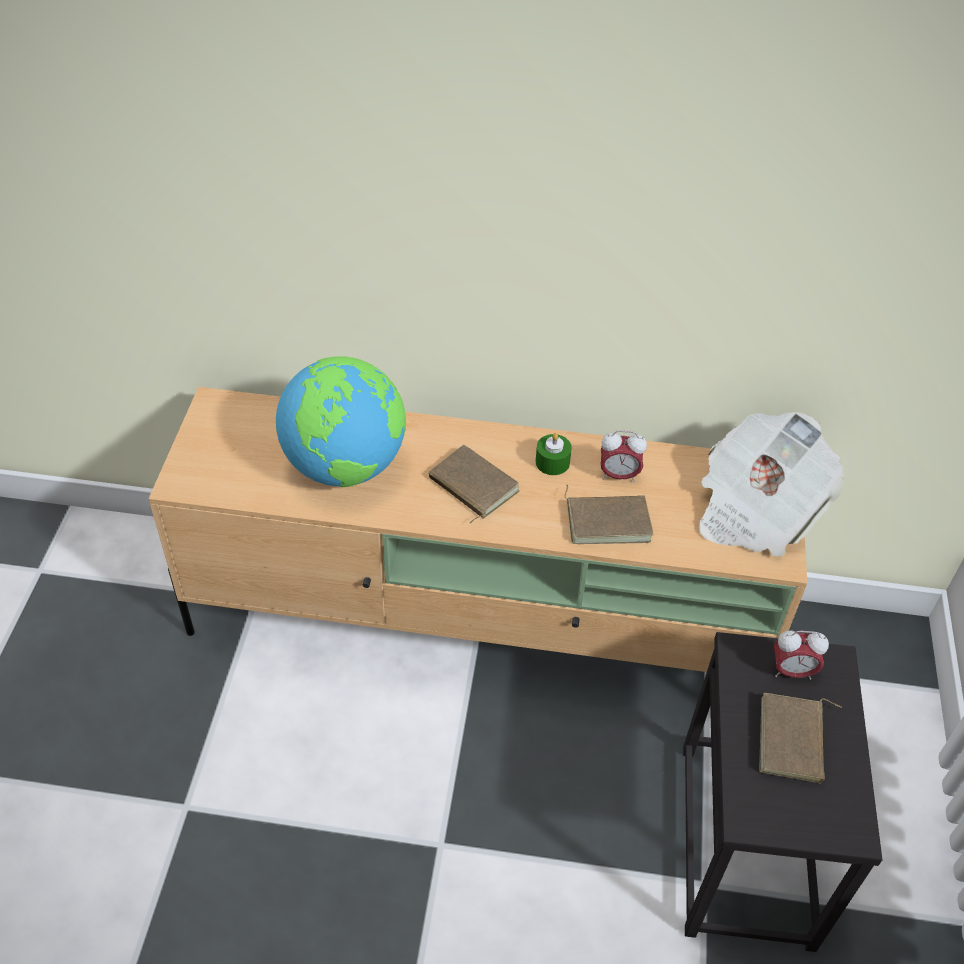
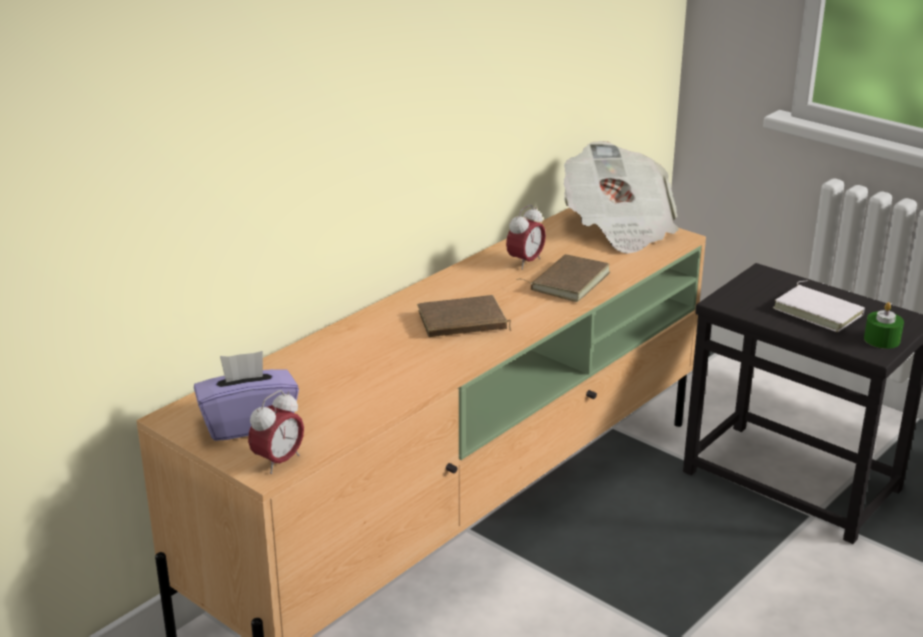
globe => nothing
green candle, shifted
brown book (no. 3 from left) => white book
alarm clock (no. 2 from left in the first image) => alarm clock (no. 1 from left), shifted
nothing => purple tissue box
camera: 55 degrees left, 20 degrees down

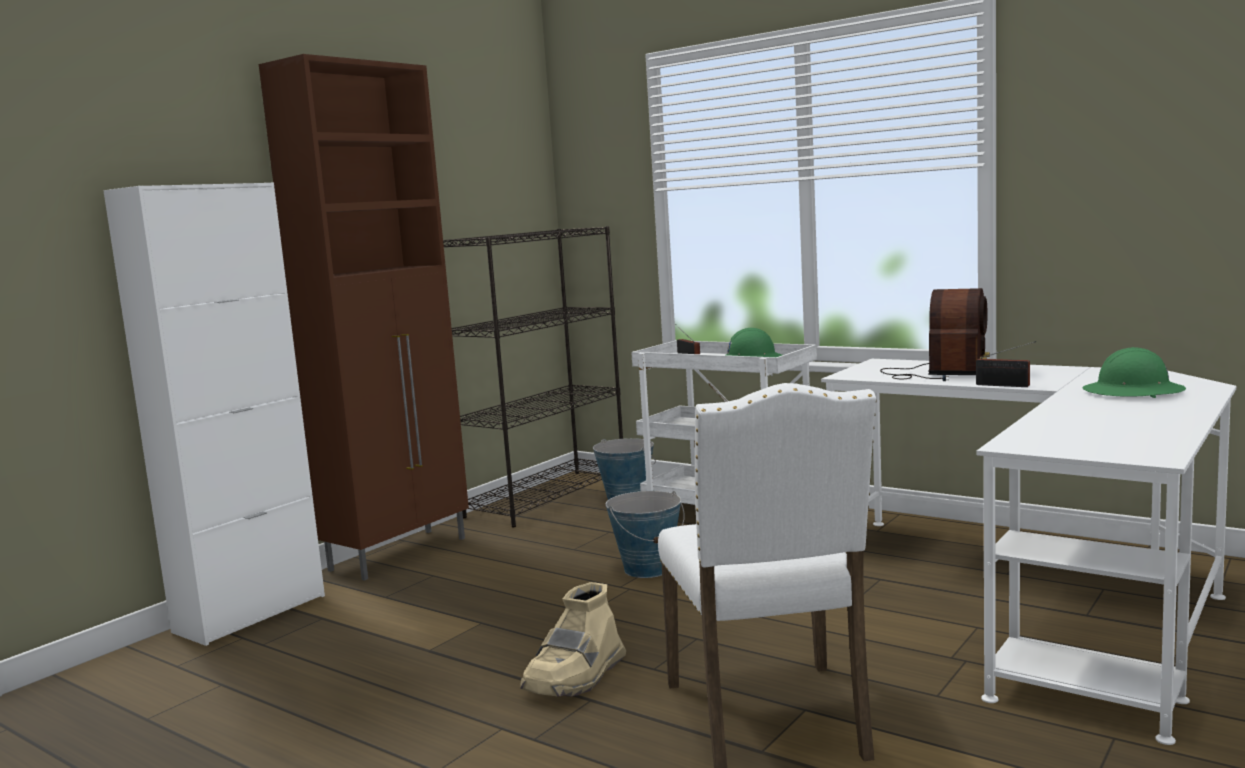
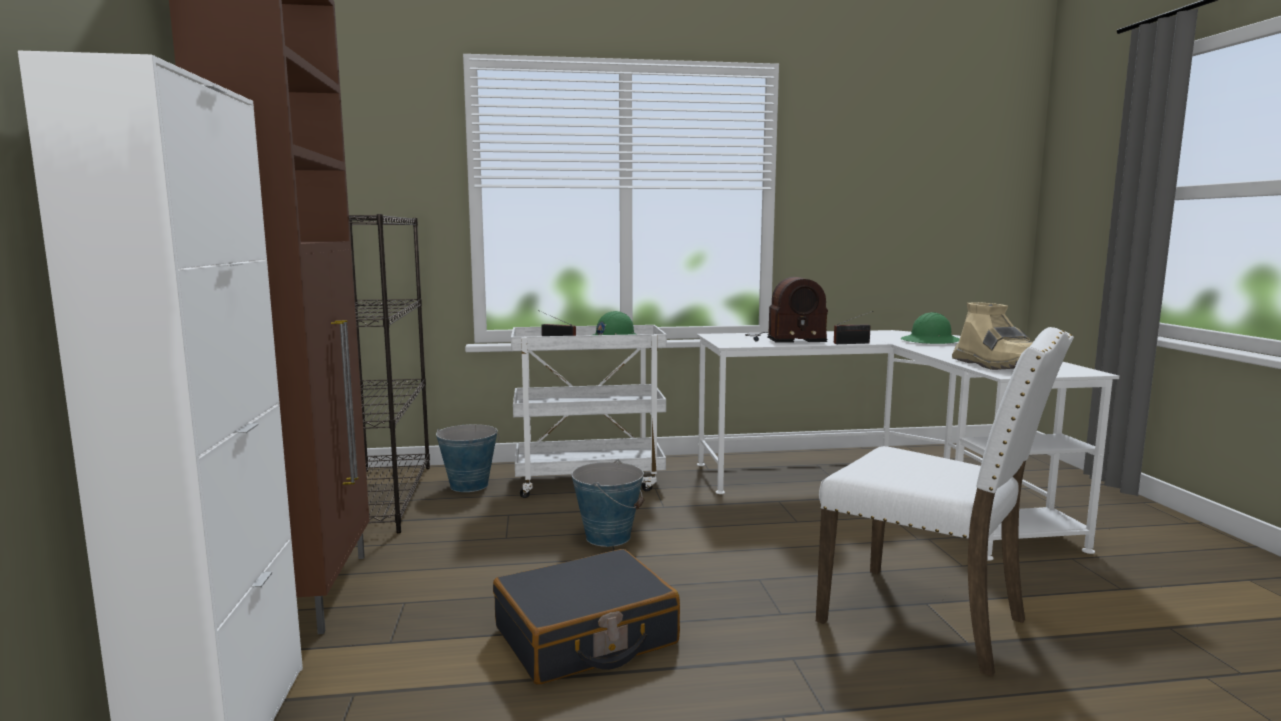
beige boot, shifted
radio (no. 2 from left), 105 degrees clockwise
nothing => black suitcase
camera: 45 degrees left, 0 degrees up

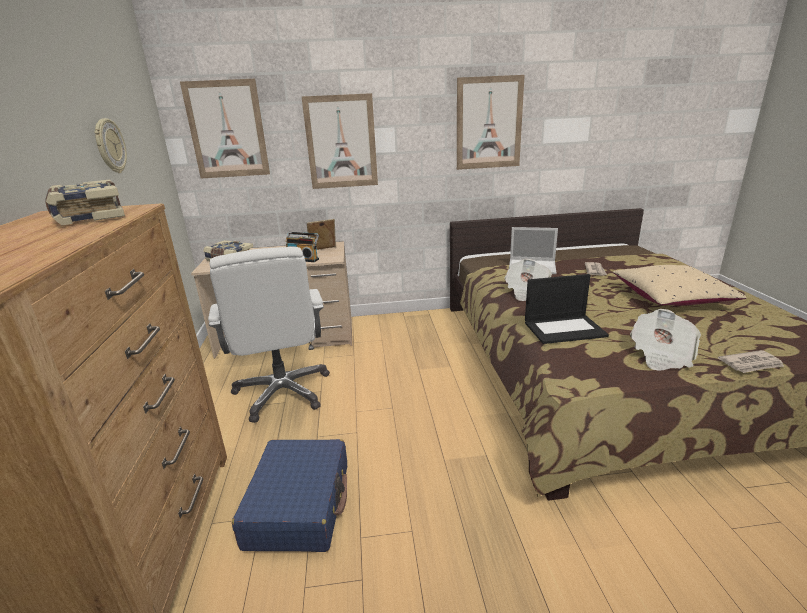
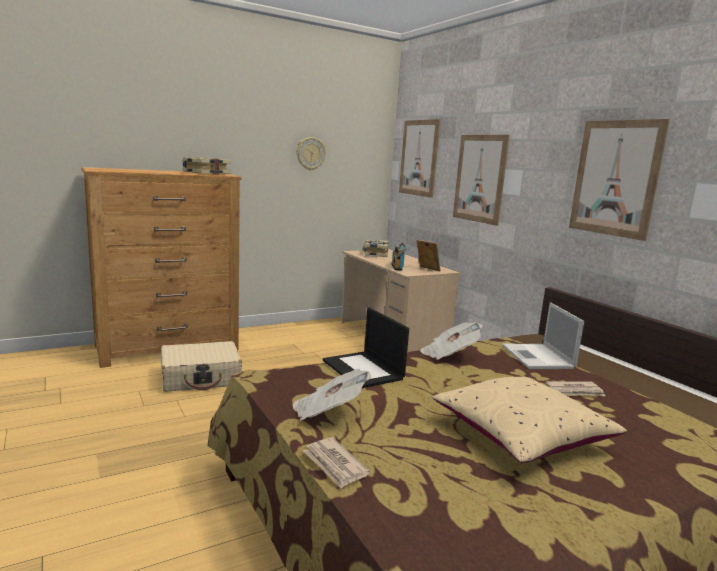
white office chair => nothing
blue suitcase => beige suitcase
camera: 65 degrees right, 10 degrees down

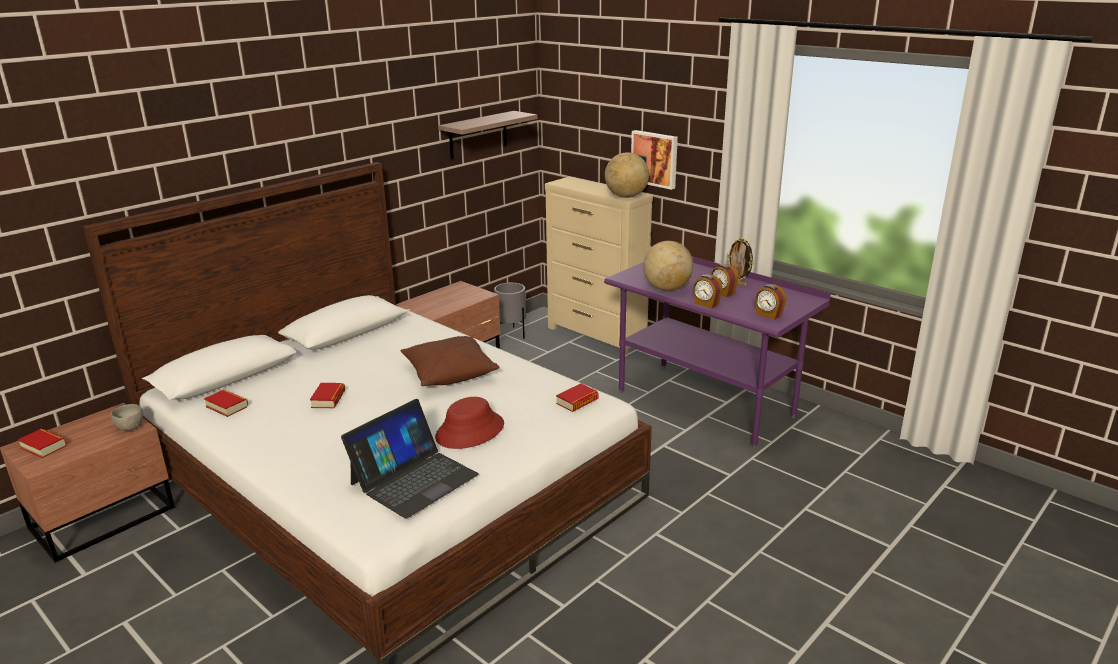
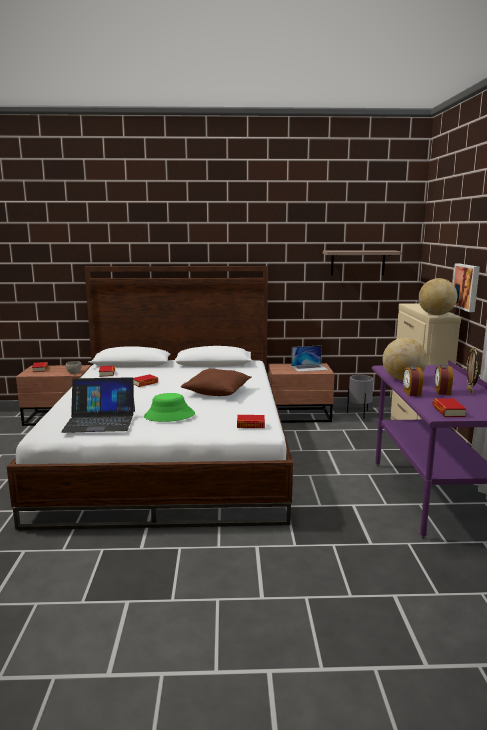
red hat => green hat
alarm clock (no. 3 from left) => book (no. 5 from left)
nothing => laptop (no. 2 from left)
camera: 45 degrees right, 10 degrees down

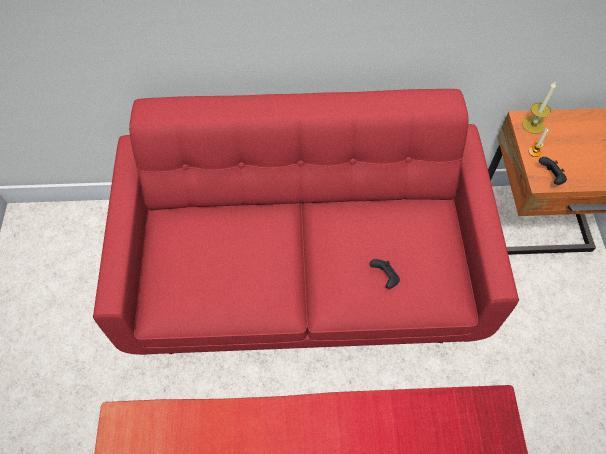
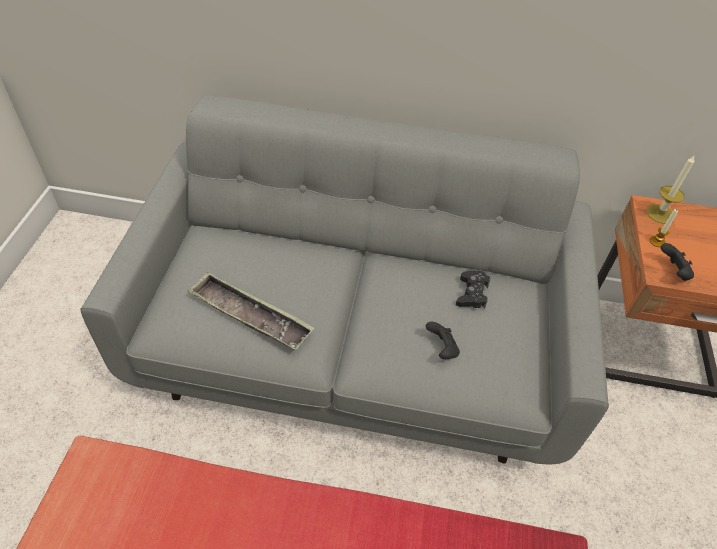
red sofa => grey sofa
nothing => tray
nothing => black game controller (no. 2 from left)
camera: 10 degrees right, 10 degrees down

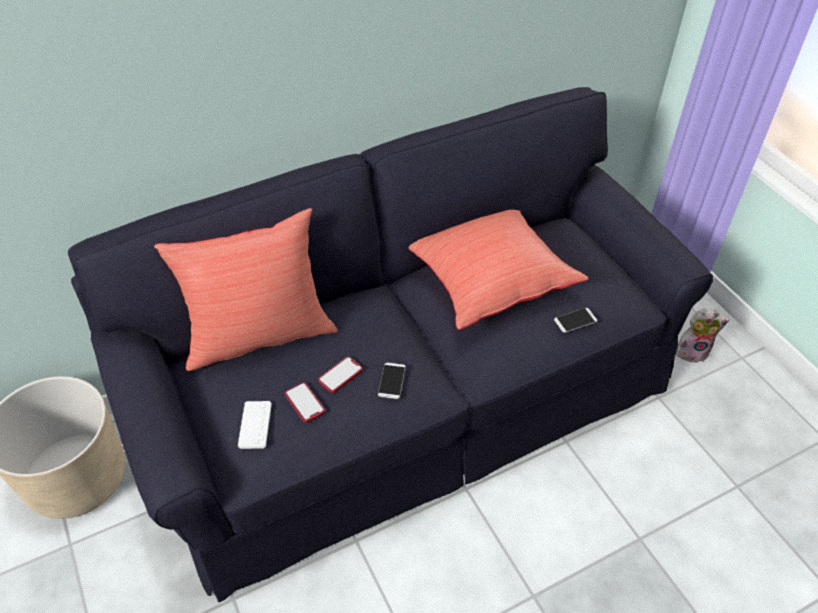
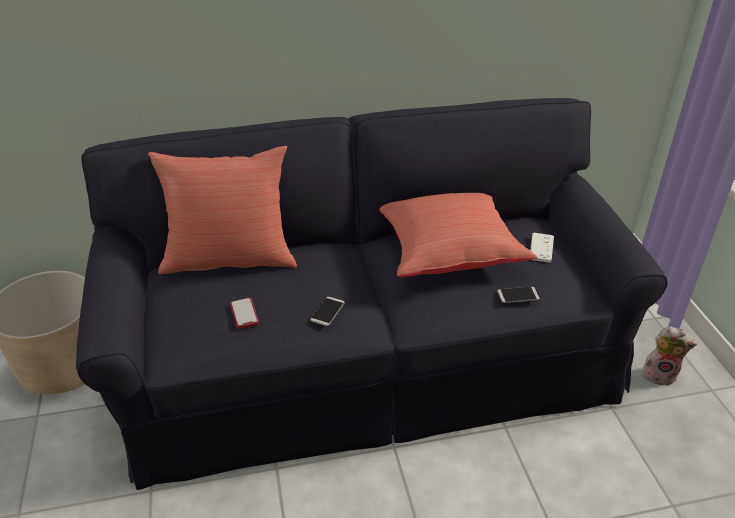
white game controller, shifted
phone (no. 2 from left) => nothing
camera: 15 degrees right, 10 degrees down

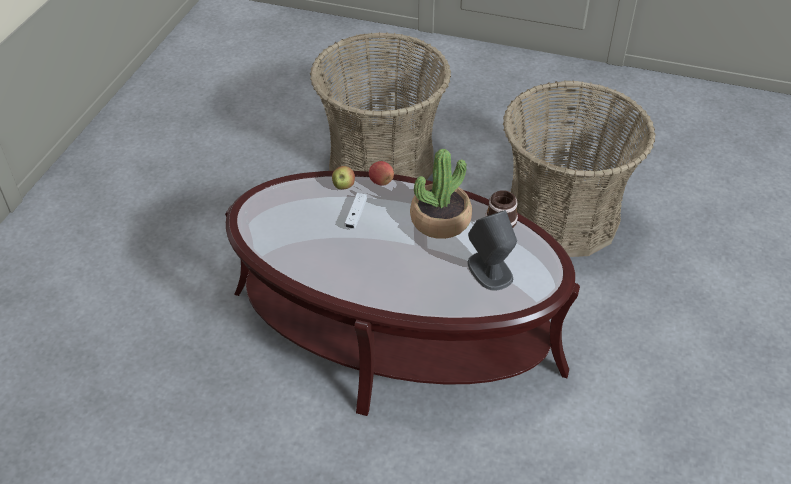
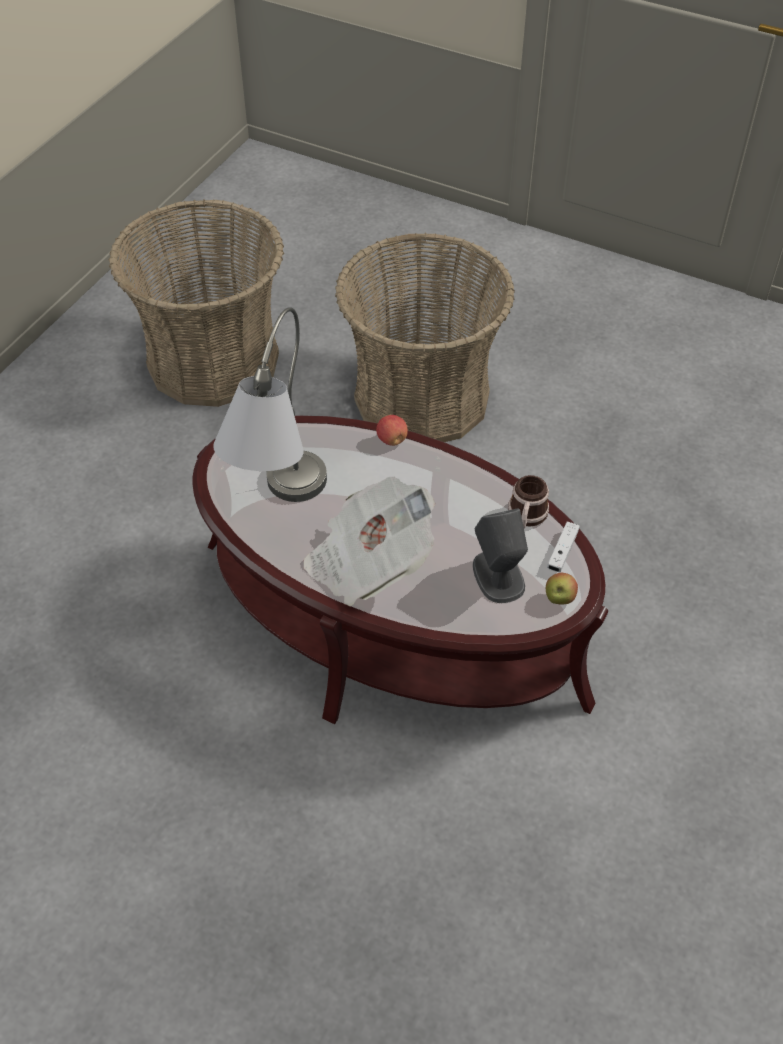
apple (no. 1 from left in the first image) => apple (no. 2 from left), shifted
white game controller, shifted
potted plant => nothing
basket (no. 2 from left in the first image) => basket (no. 1 from left), shifted
nothing => grey table lamp
nothing => newspaper
camera: 10 degrees right, 5 degrees up

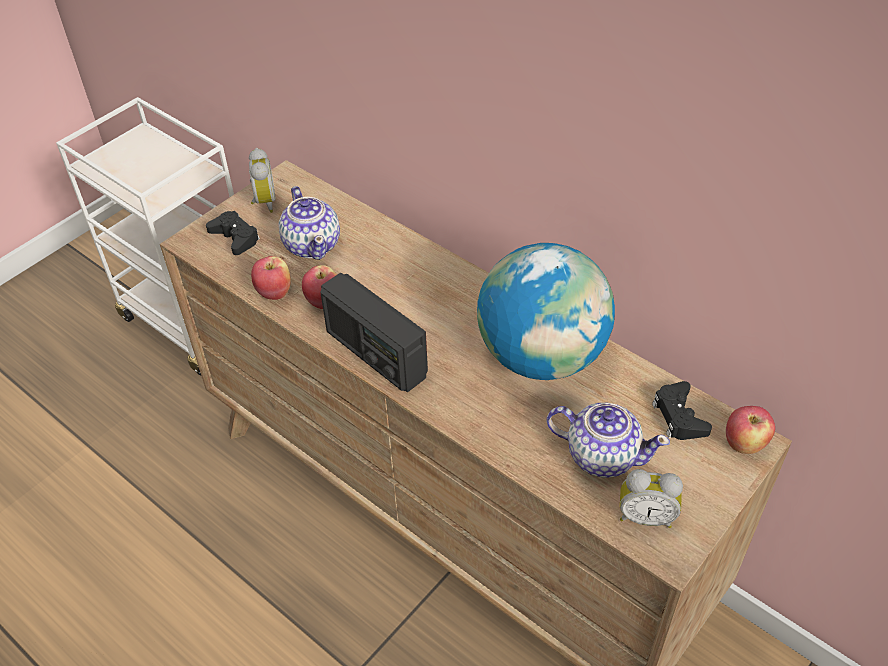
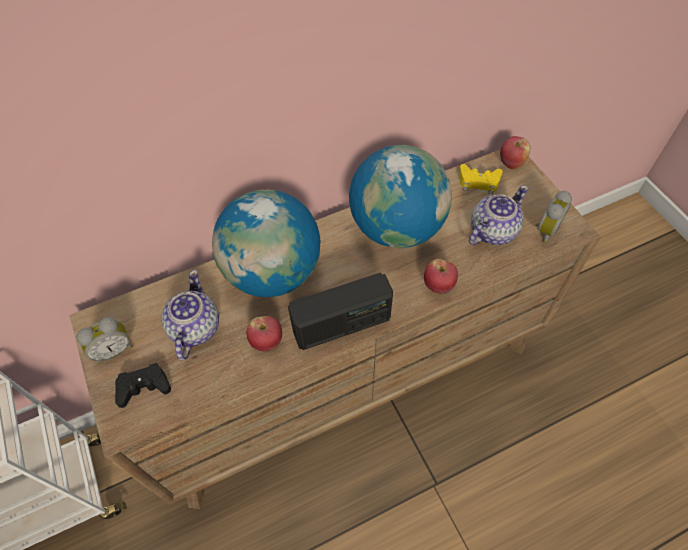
alarm clock (no. 1 from left), 135 degrees clockwise
apple (no. 1 from left in the first image) => apple (no. 2 from left), shifted
teapot (no. 1 from left), 90 degrees counterclockwise
black game controller (no. 2 from left) => yellow game controller
nothing => globe (no. 1 from left)
camera: 65 degrees left, 10 degrees up

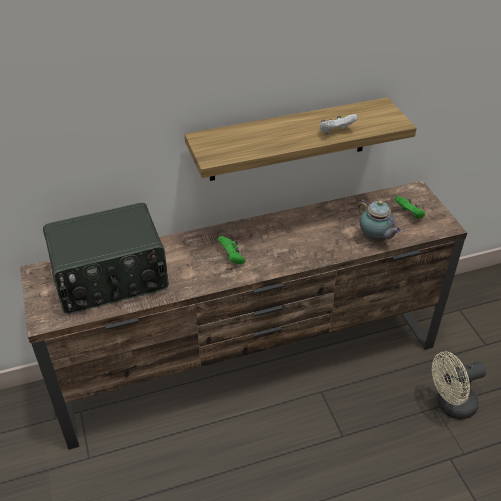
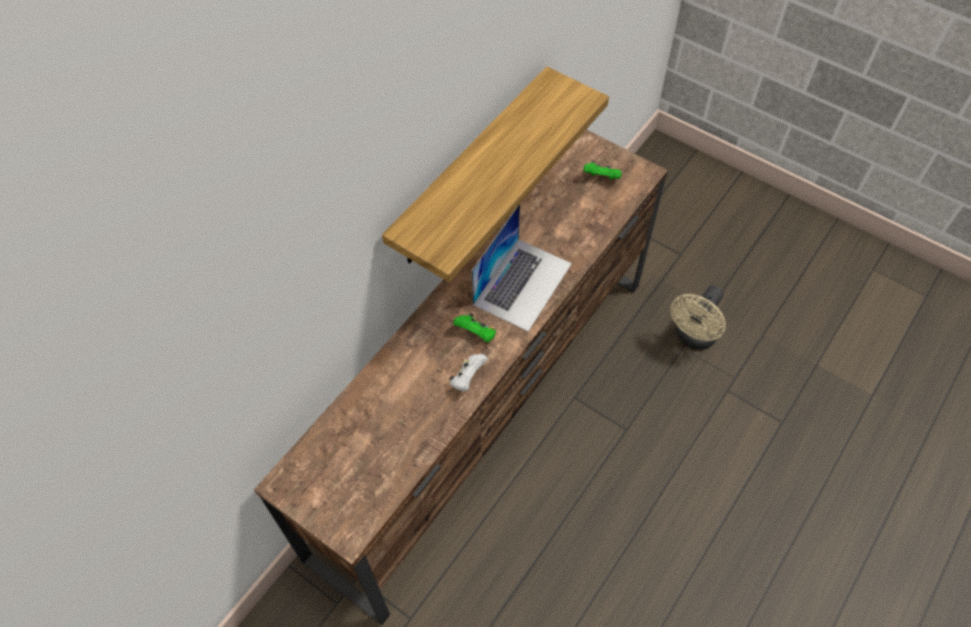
radio => nothing
white game controller, shifted
teapot => nothing
nothing => laptop
camera: 35 degrees left, 15 degrees up

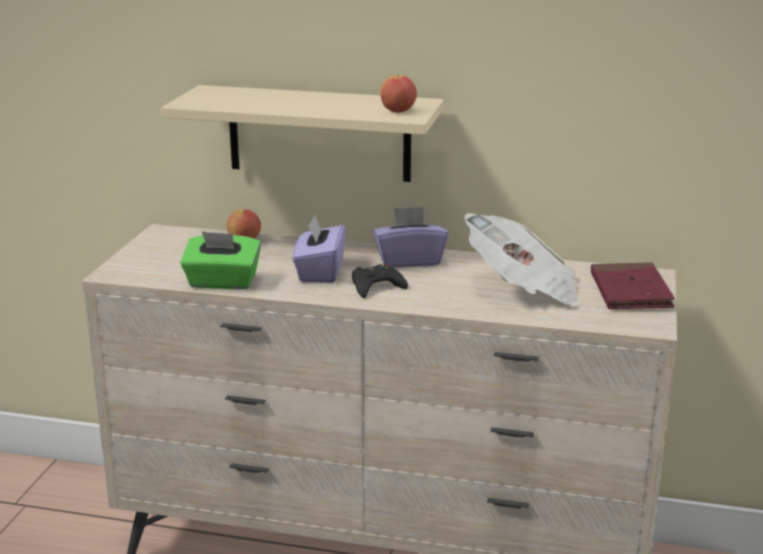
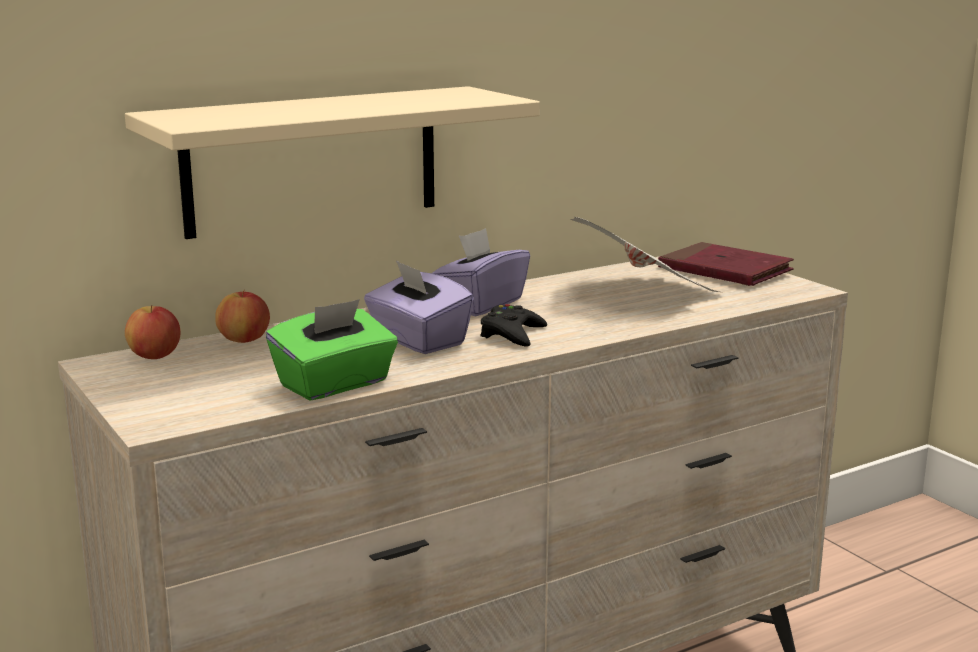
apple (no. 2 from left in the first image) => apple (no. 1 from left), shifted
camera: 45 degrees left, 5 degrees down

